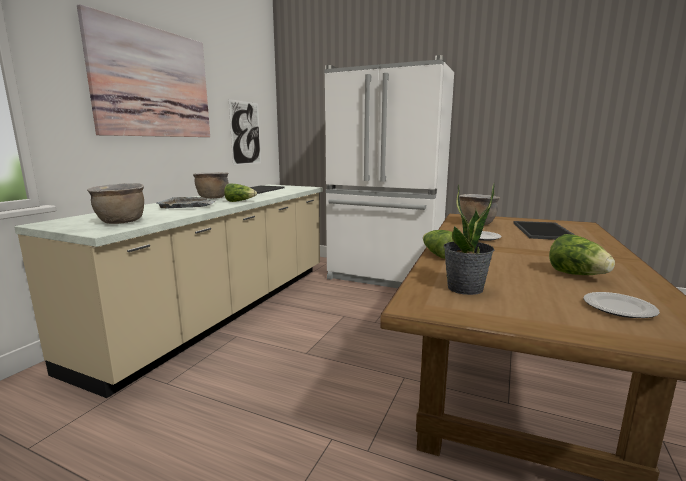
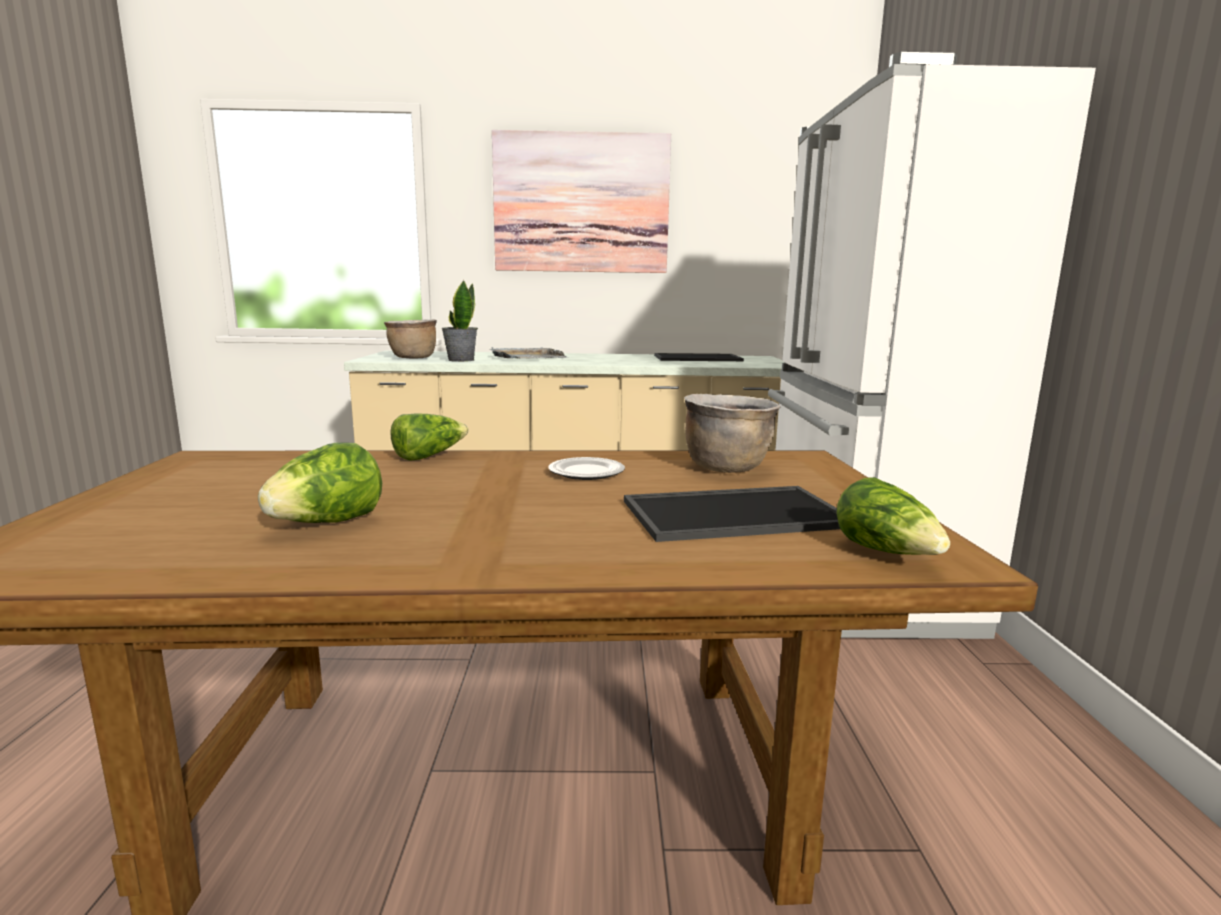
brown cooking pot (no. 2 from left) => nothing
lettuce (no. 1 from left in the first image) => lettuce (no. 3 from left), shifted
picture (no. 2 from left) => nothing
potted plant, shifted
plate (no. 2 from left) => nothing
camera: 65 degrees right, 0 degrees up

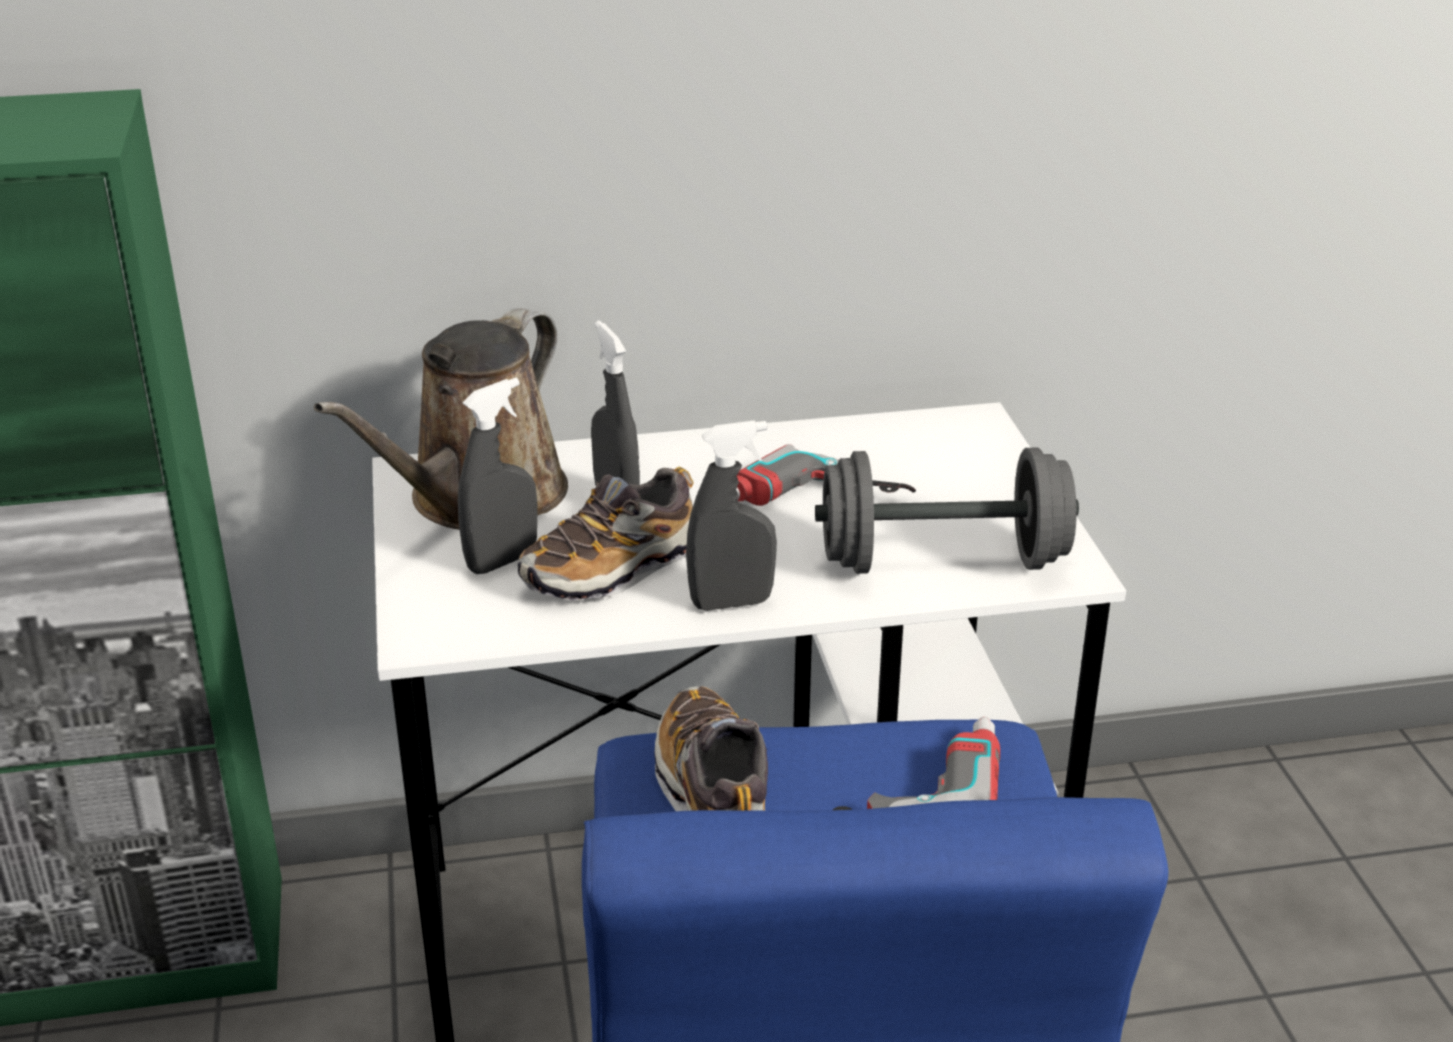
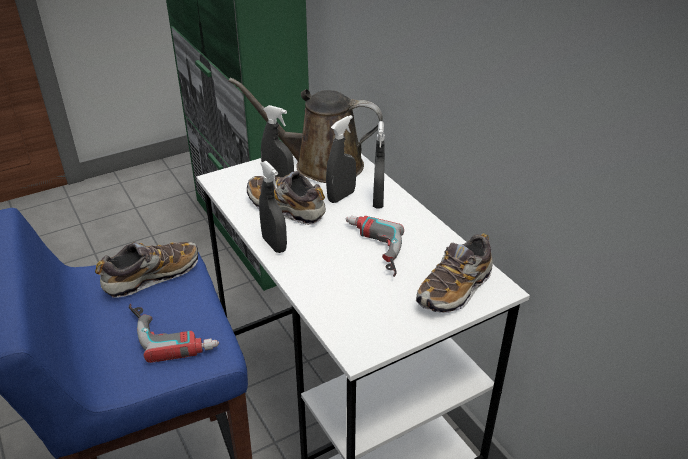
grey dumbbell => nothing
nothing => grey spray bottle (no. 4 from left)
nothing => shoe (no. 3 from left)
camera: 70 degrees right, 5 degrees up

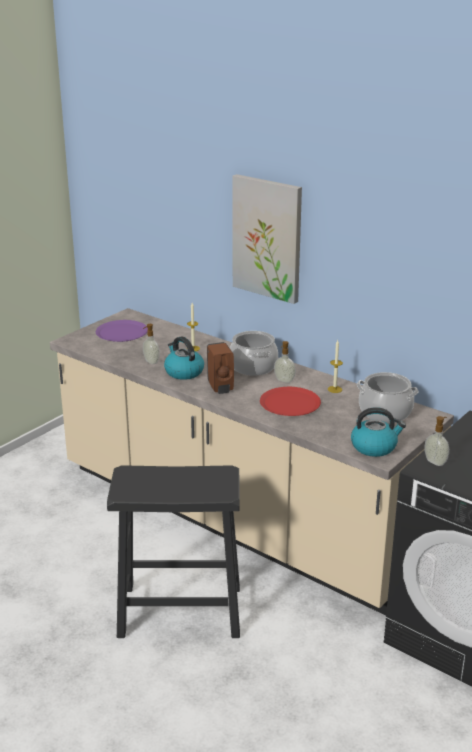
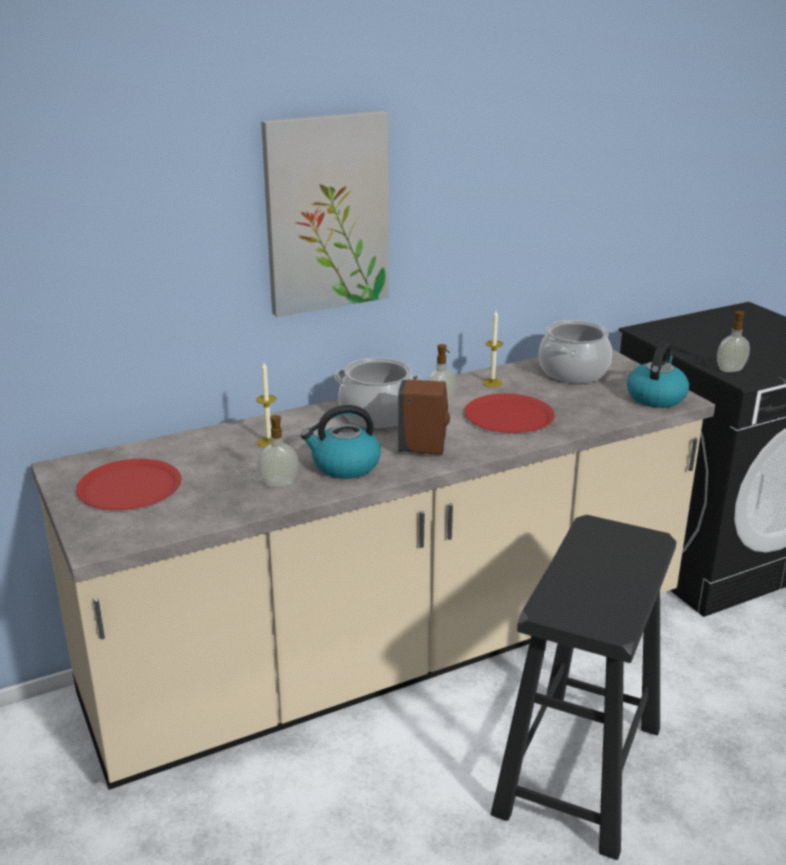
purple plate => red plate (no. 1 from left)
camera: 65 degrees left, 0 degrees up

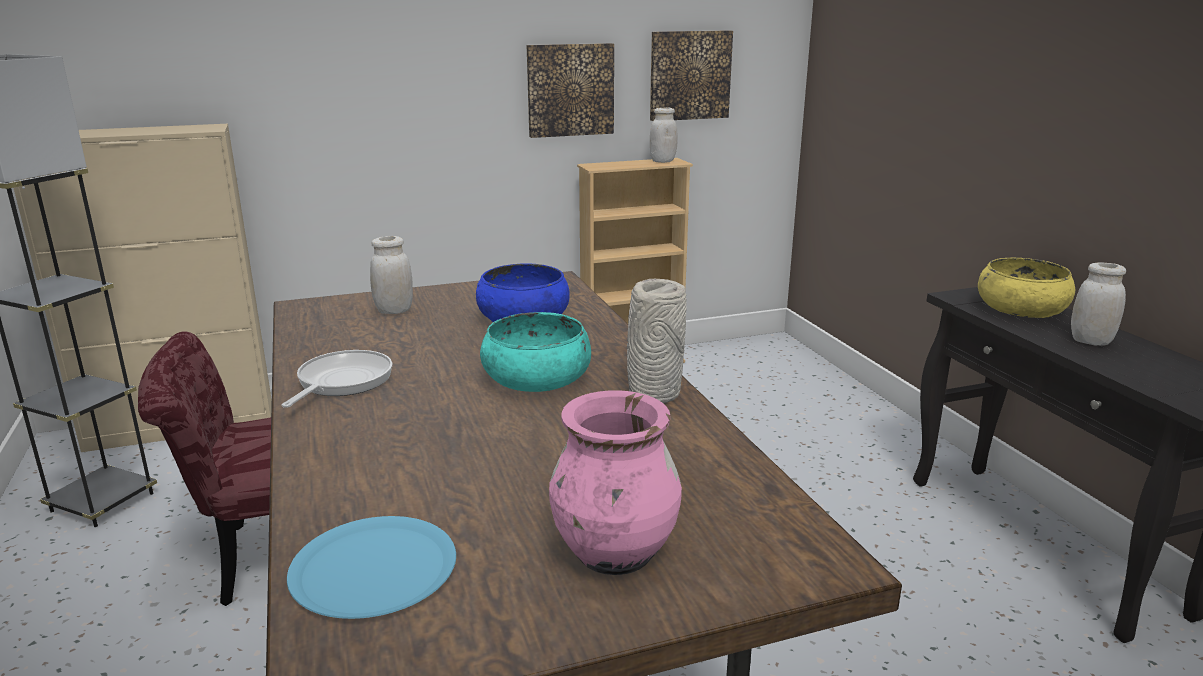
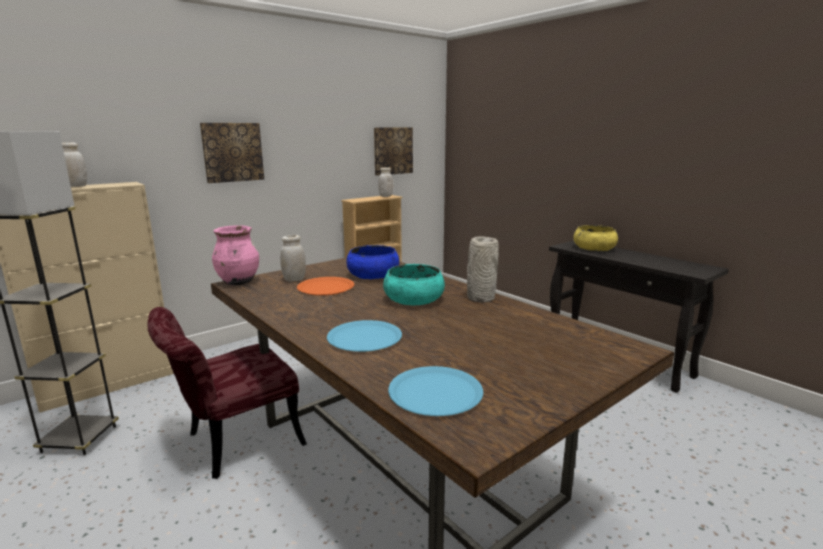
frying pan => nothing
picture (no. 1 from left), shifted
pink vase, shifted
white jar (no. 3 from left in the first image) => white jar (no. 1 from left), shifted
nothing => orange plate
nothing => blue plate (no. 1 from left)
camera: 20 degrees left, 5 degrees down

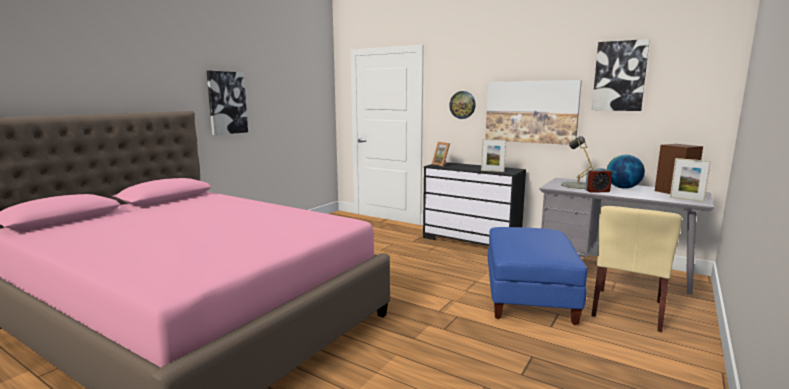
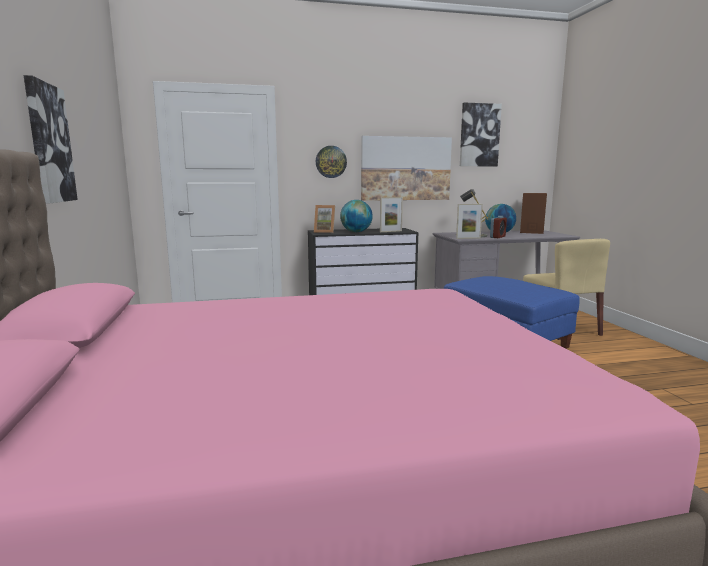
picture frame (no. 3 from left), shifted
nothing => globe (no. 1 from left)
camera: 45 degrees left, 0 degrees up

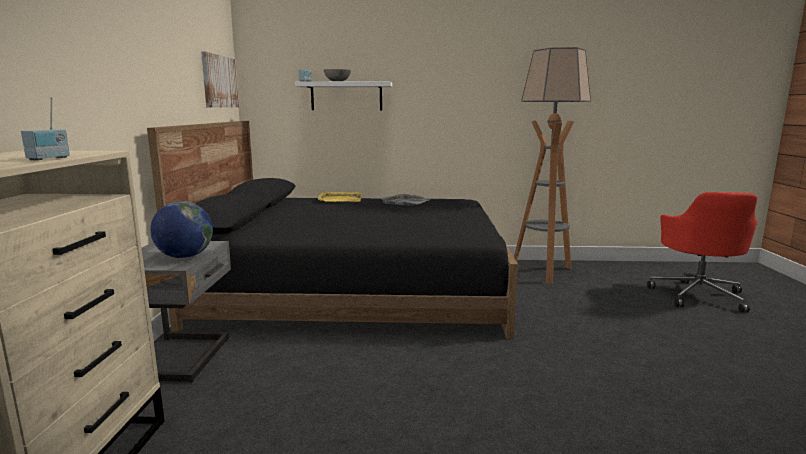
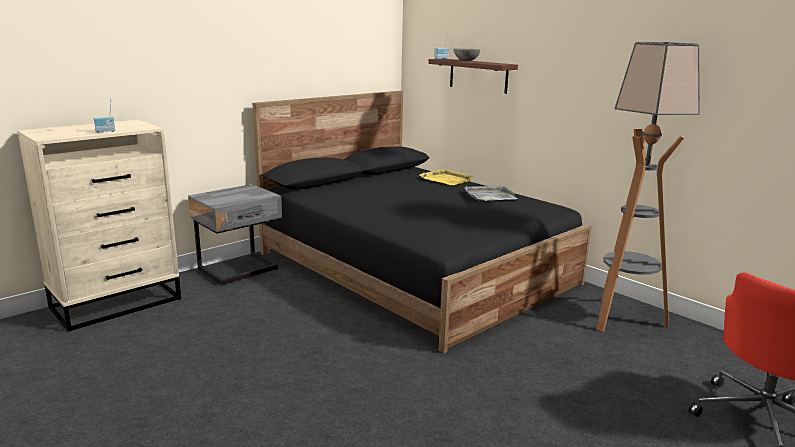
globe => nothing
picture => nothing
white shelf => brown shelf
camera: 45 degrees right, 5 degrees up

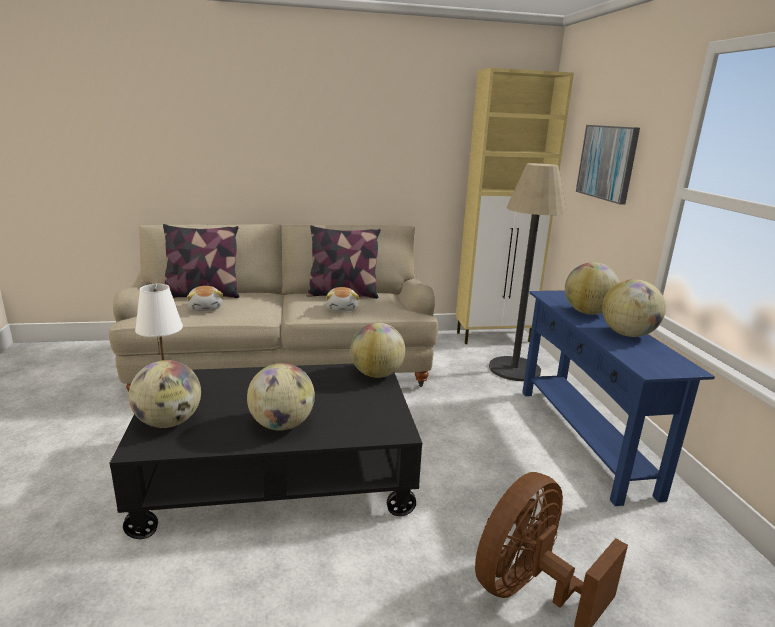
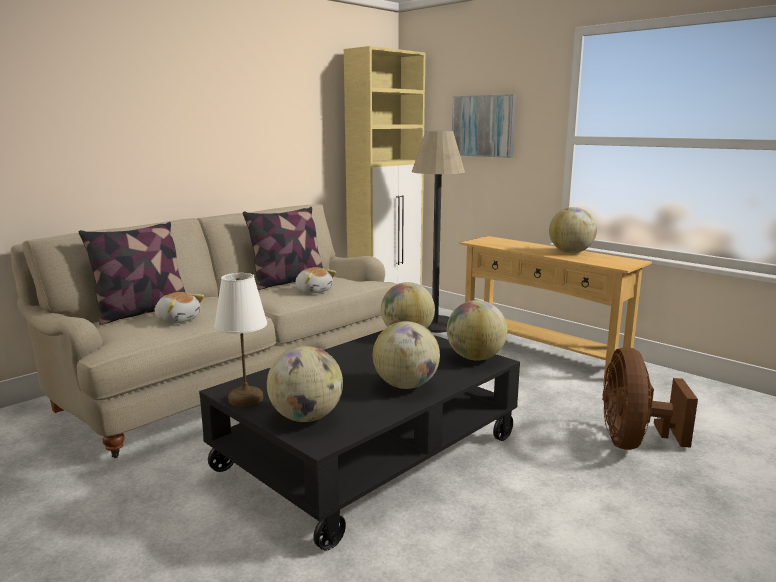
blue console table => beige console table
globe (no. 4 from left), shifted
camera: 35 degrees left, 5 degrees down

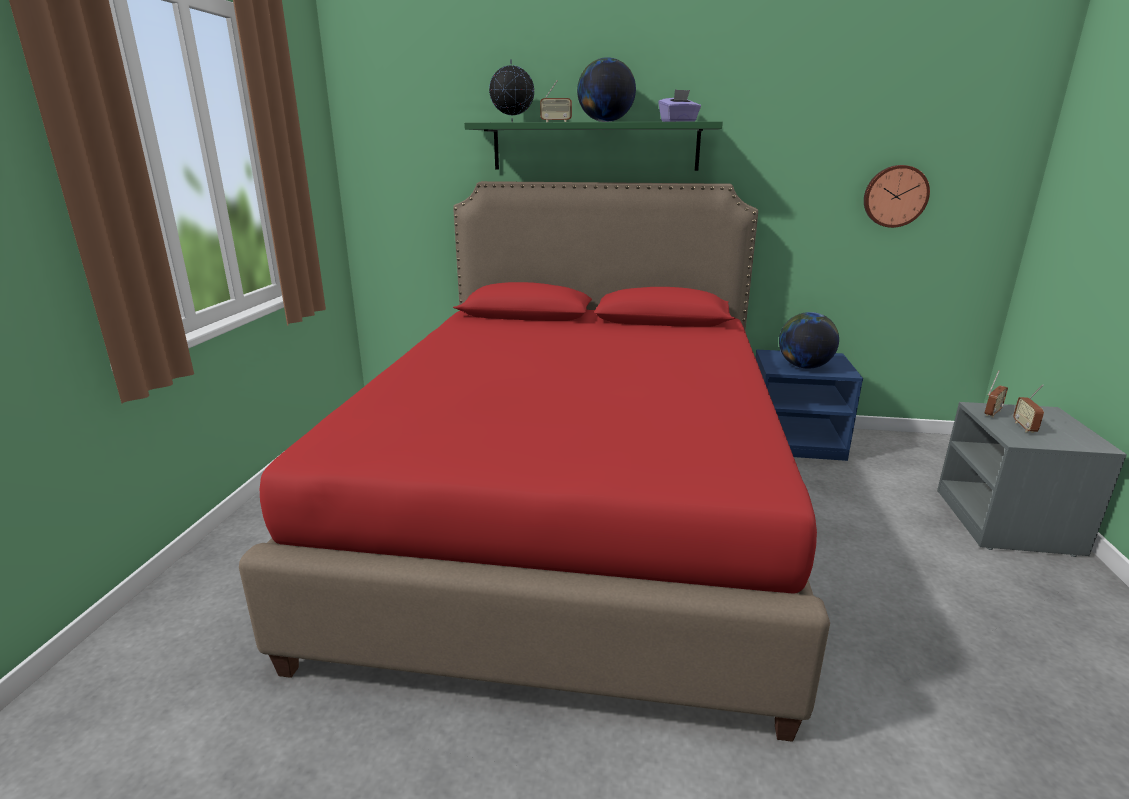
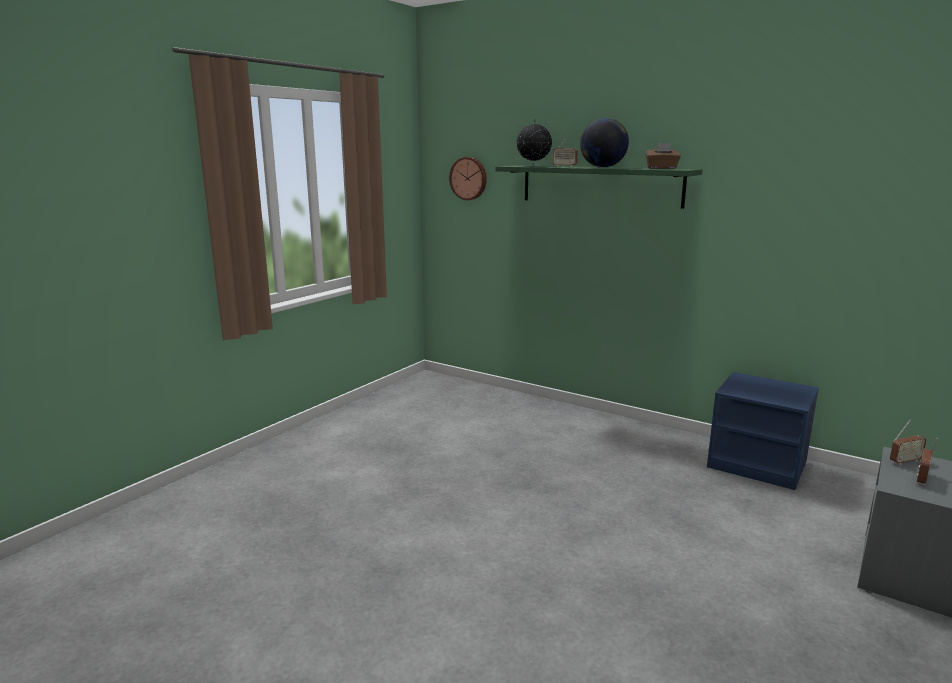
red bed => nothing
purple tissue box => brown tissue box
globe (no. 3 from left) => nothing
wall clock, shifted
camera: 25 degrees right, 5 degrees down

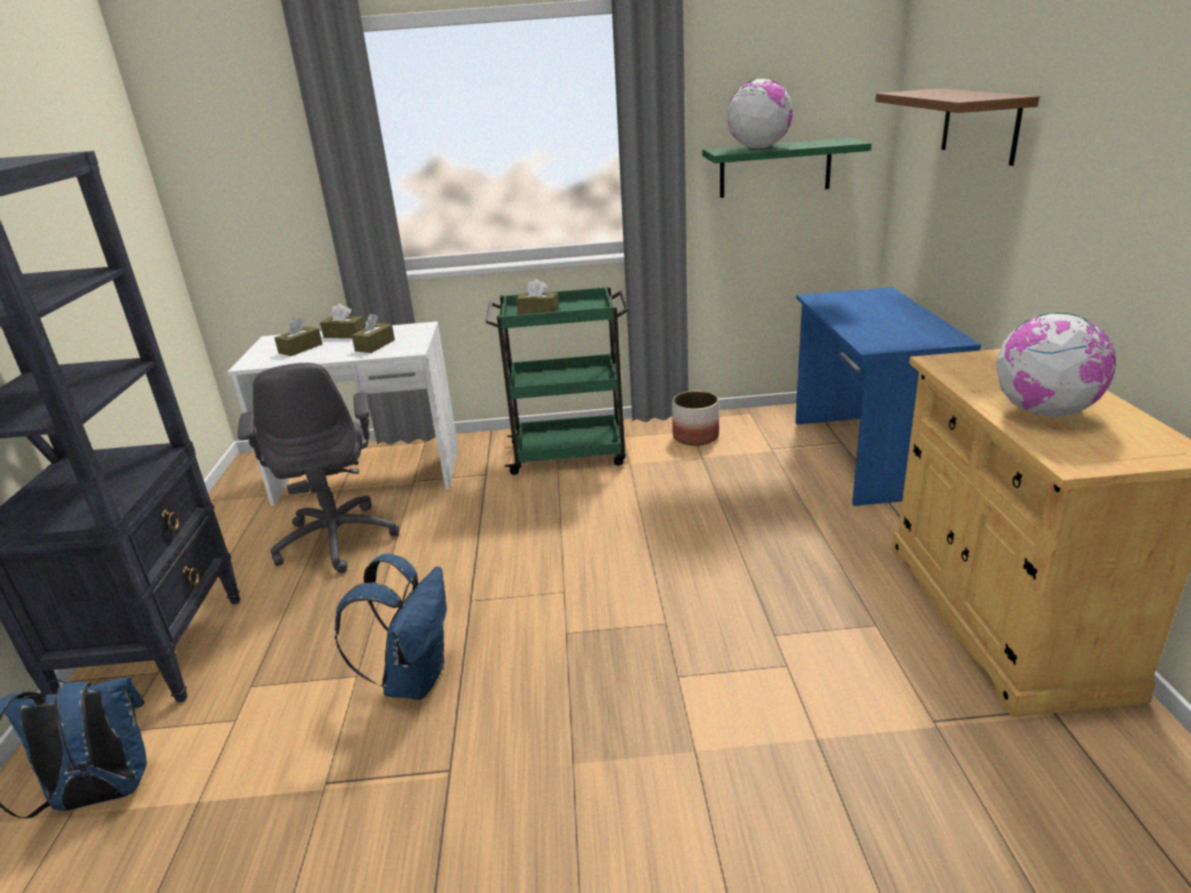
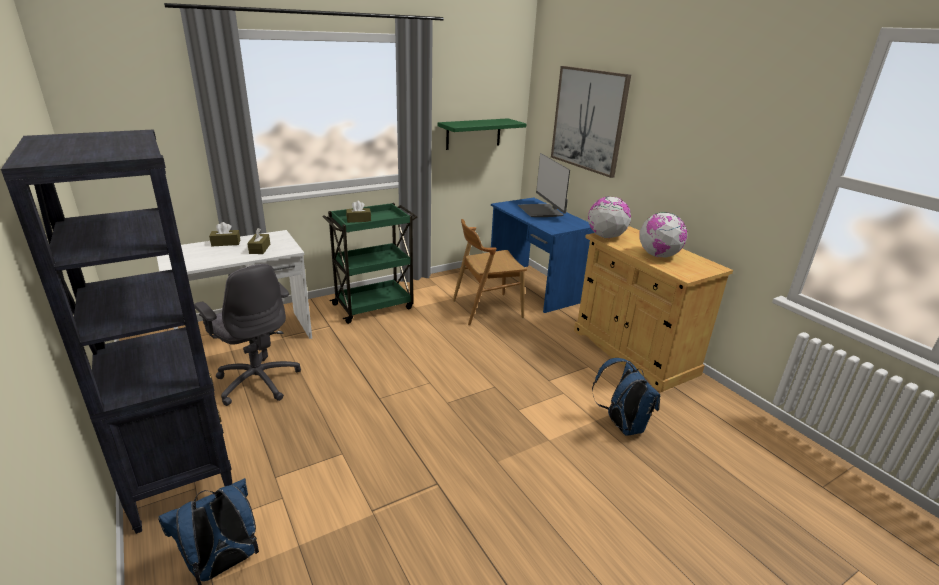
brown tissue box (no. 1 from left) => nothing
blue backpack (no. 2 from left), shifted
planter => nothing
globe (no. 1 from left), shifted
brown shelf => picture
nothing => brown chair
nothing => monitor
camera: 30 degrees left, 0 degrees up

